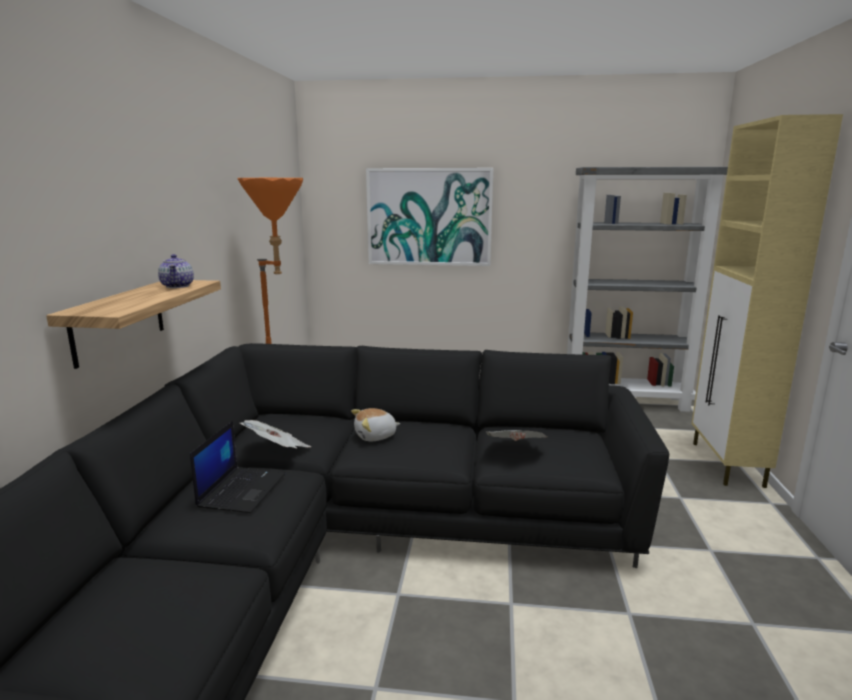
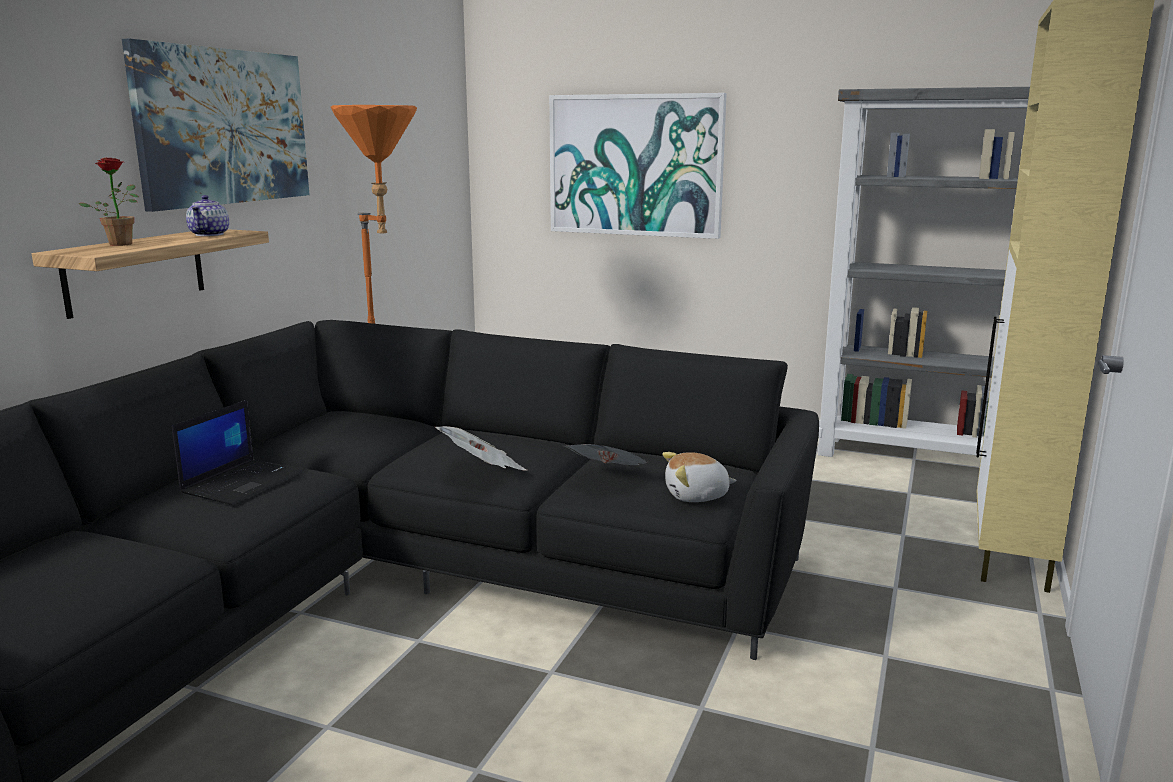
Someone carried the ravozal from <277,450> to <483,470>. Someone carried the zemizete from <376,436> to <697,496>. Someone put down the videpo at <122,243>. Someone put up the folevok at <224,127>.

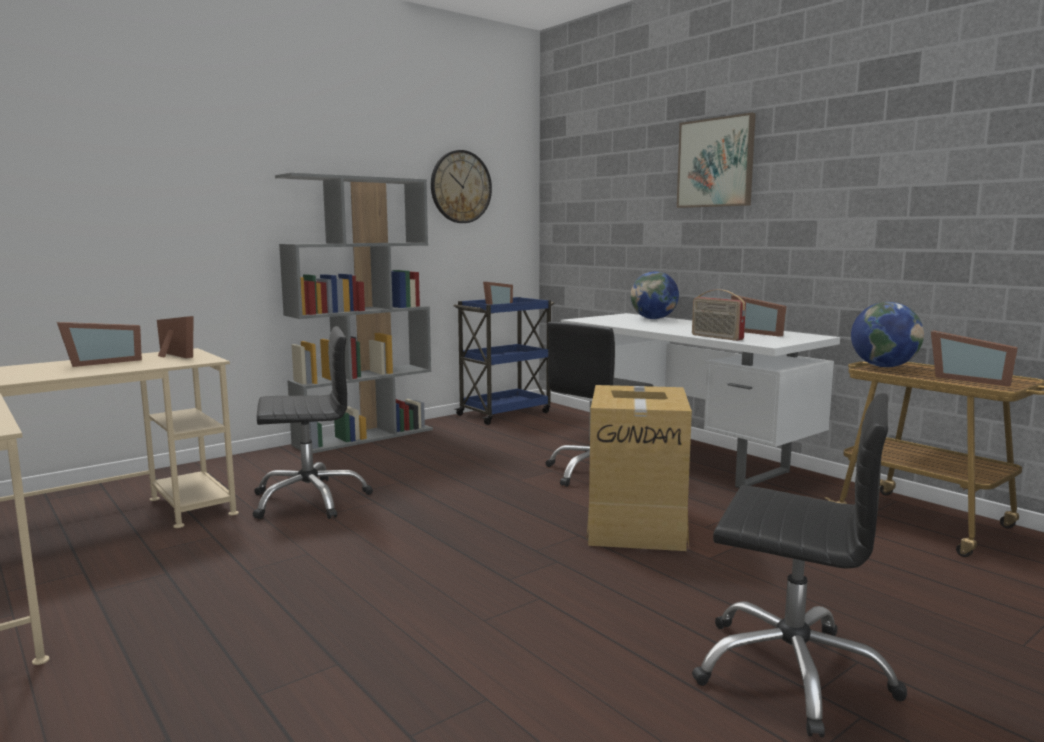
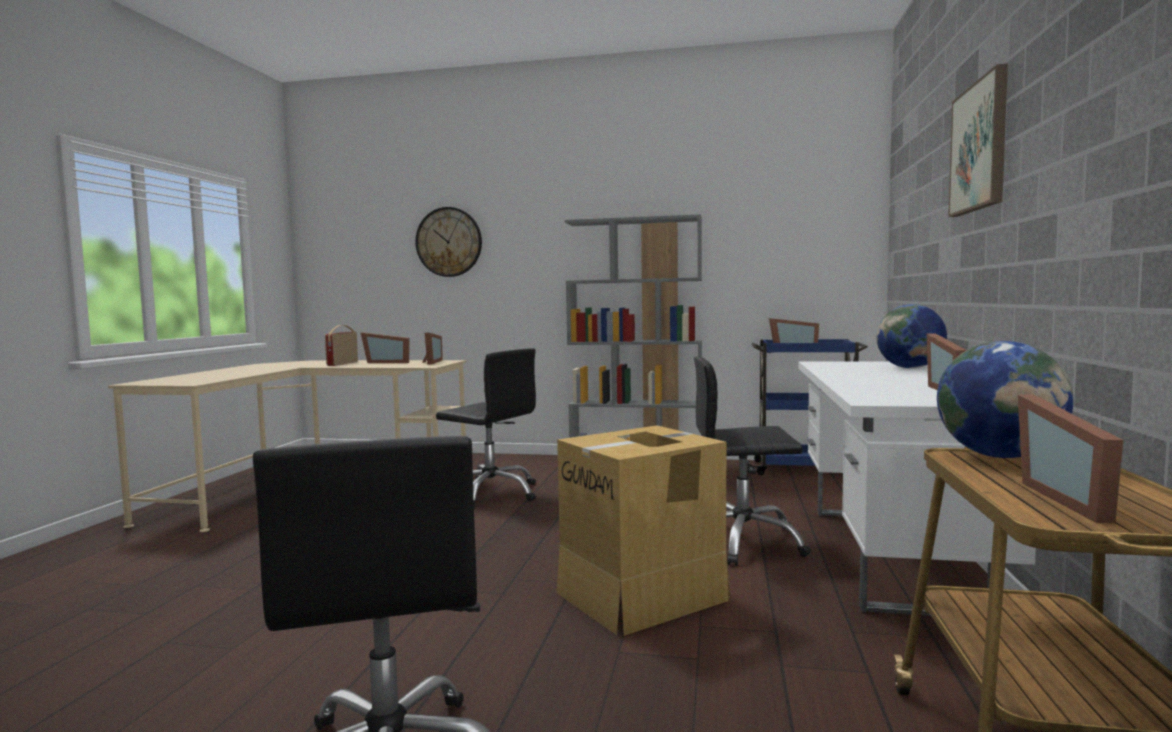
Someone carried the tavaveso from <460,187> to <449,242>. Someone carried the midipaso from <716,337> to <342,363>.

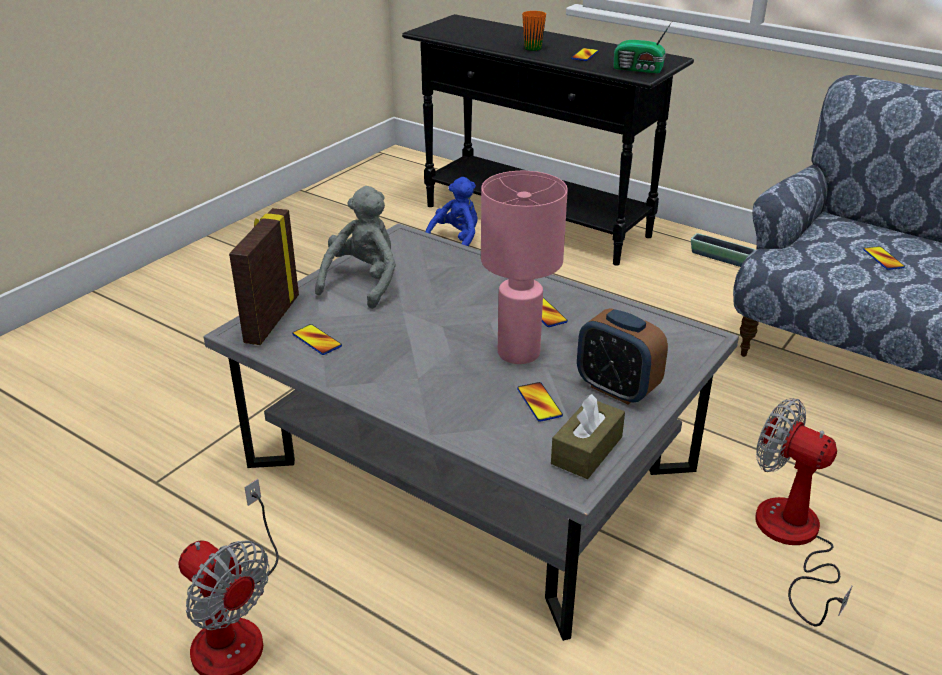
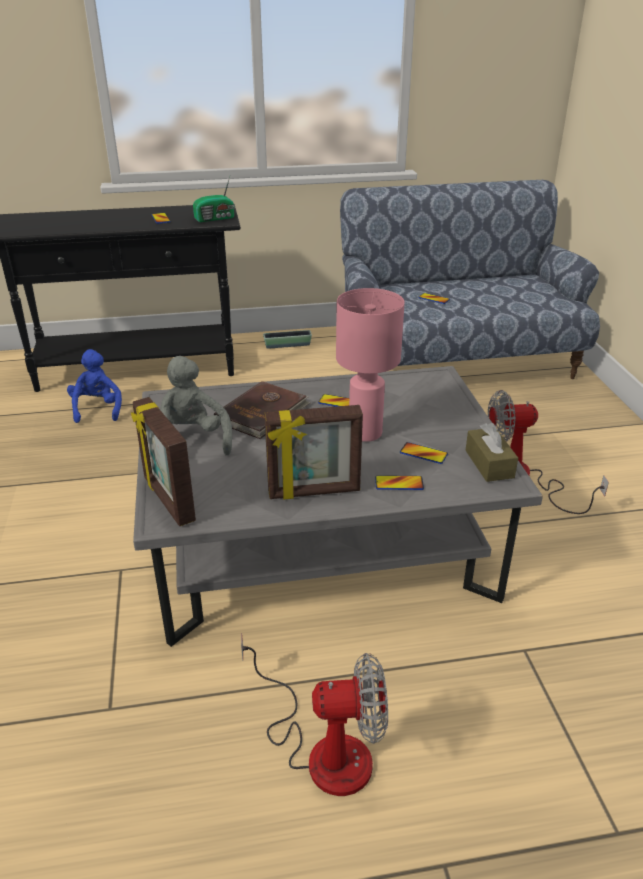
Someone carried the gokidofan from <317,340> to <399,483>. Someone took away the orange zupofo at <532,47>. Someone took away the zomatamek at <617,389>. Someone put down the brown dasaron at <263,413>. Someone put down the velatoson at <314,492>.

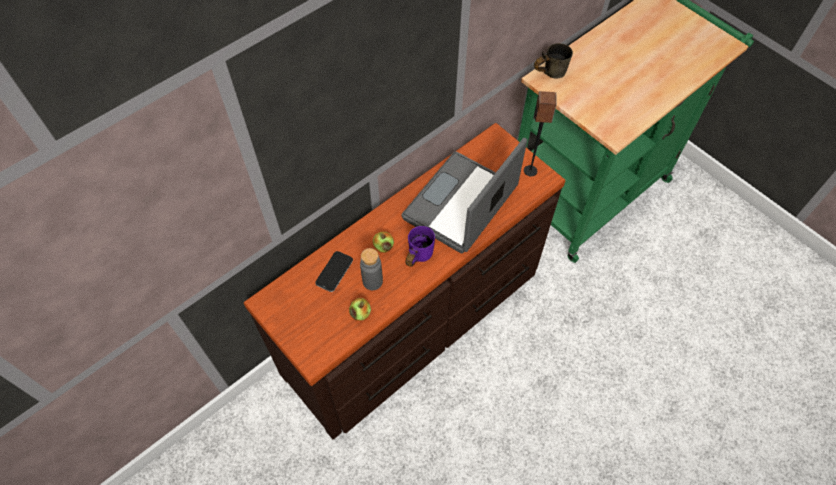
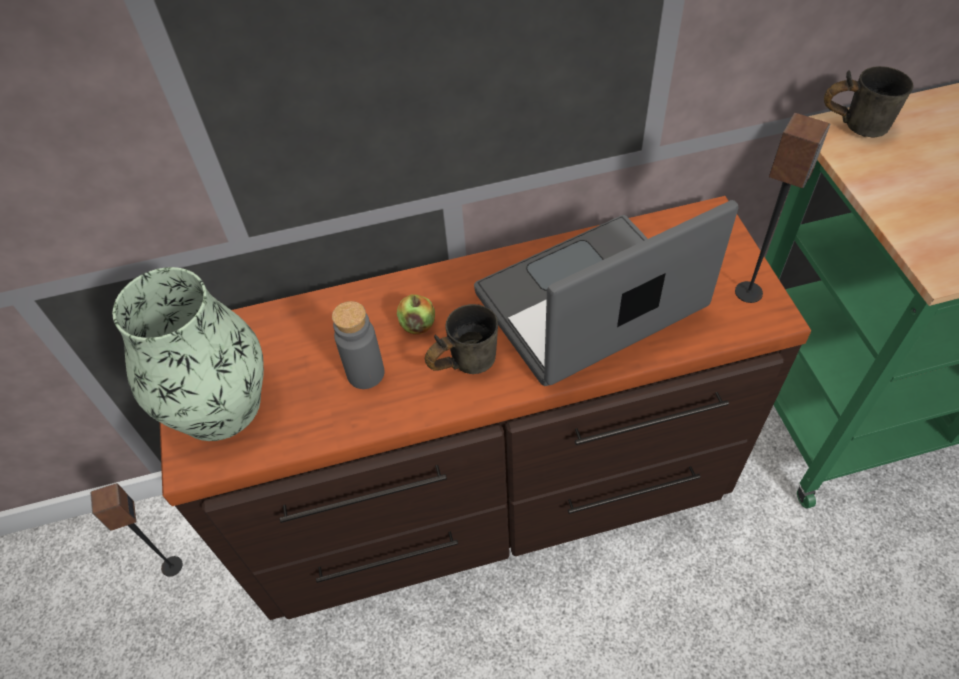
Someone took away the gokidofan at <334,272>. Someone took away the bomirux at <360,313>. Someone repainted the purple zupofo at <416,256>, which became the grey zupofo at <462,360>. Someone put down the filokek at <171,566>. Someone put down the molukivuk at <219,404>.

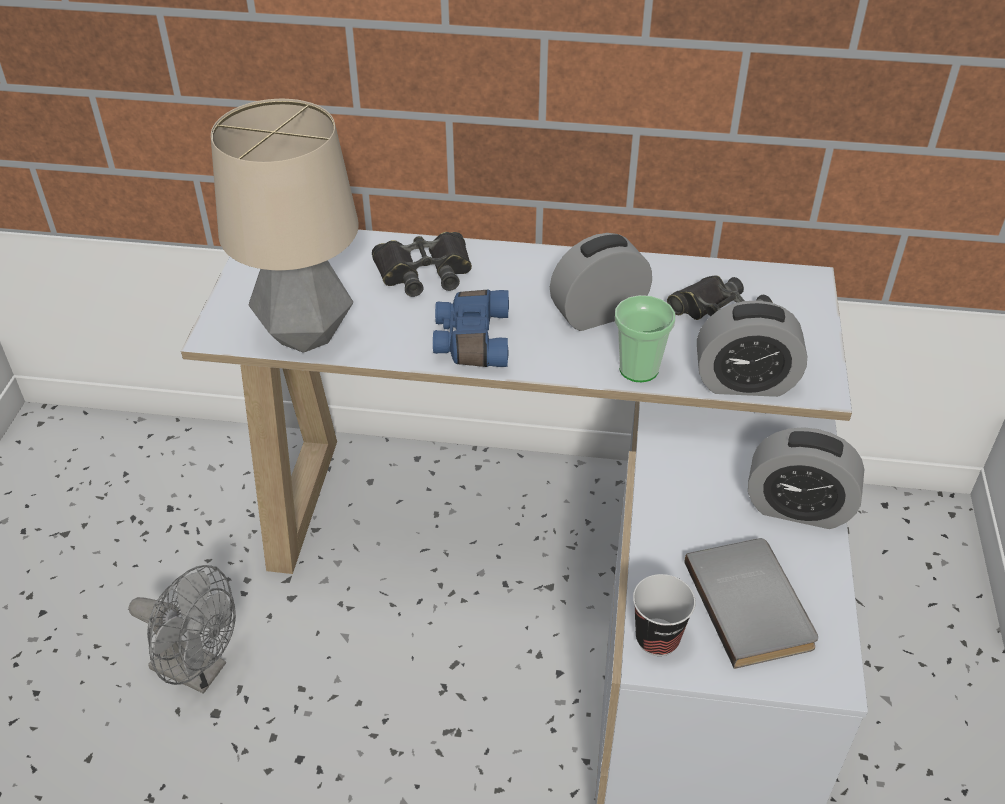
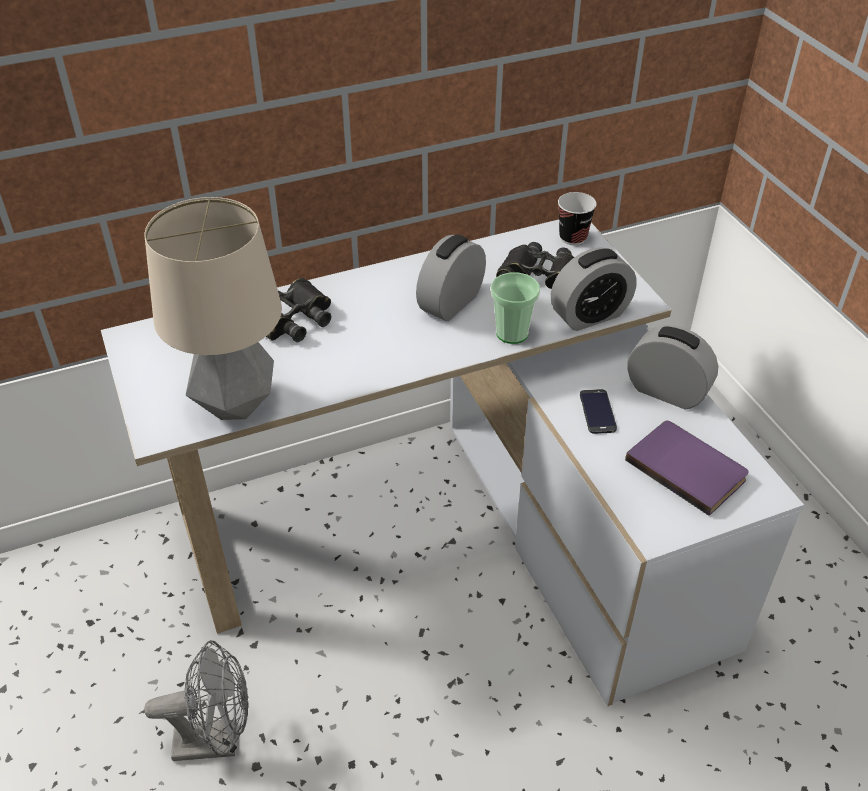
Someone took away the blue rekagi at <470,340>. Someone carried the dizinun from <657,638> to <573,238>. Someone repainted the grey dasaron at <753,604>, which became the purple dasaron at <688,468>. Someone rotated the zomatamek at <797,508> by 135 degrees counterclockwise. Someone put down the gokidofan at <597,412>.

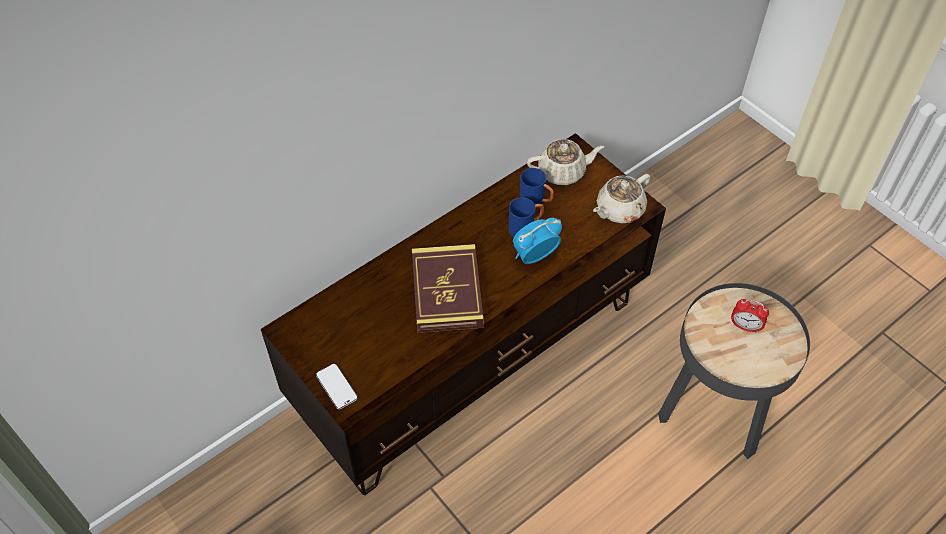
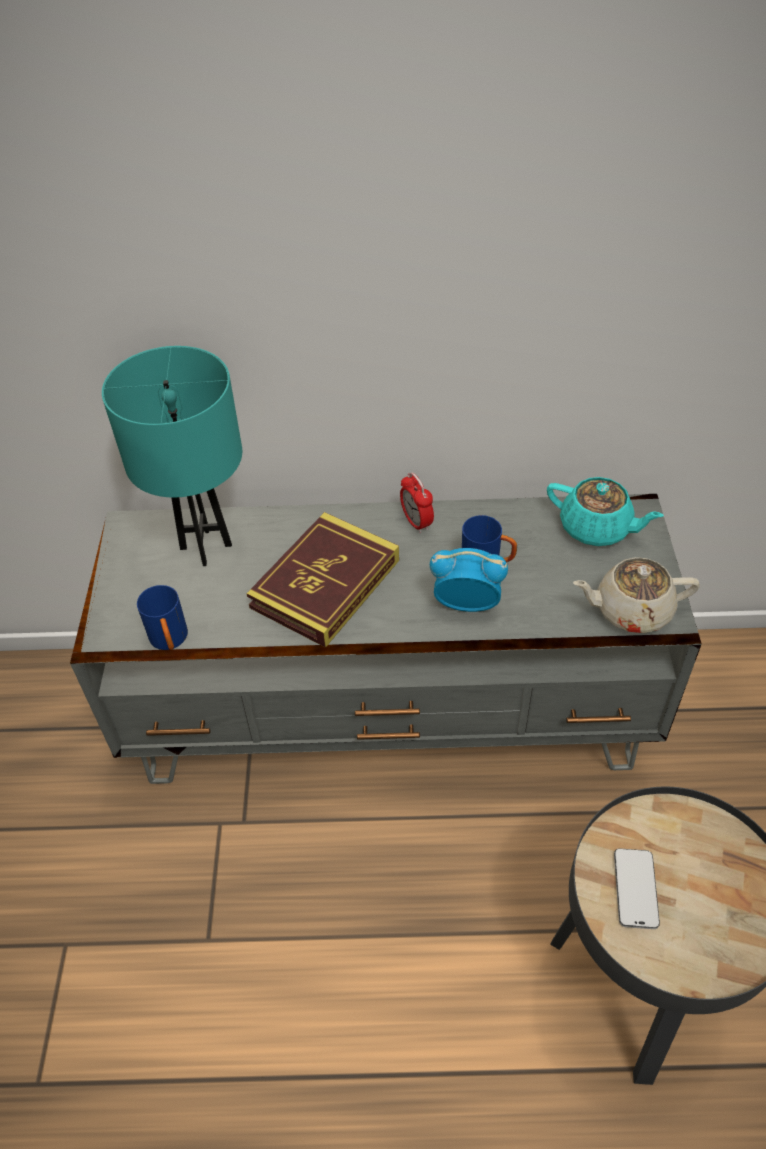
Someone repainted the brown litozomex at <473,359>, which became the grey litozomex at <390,716>. Someone carried the gokidofan from <336,387> to <635,889>. Someone carried the blue zupofo from <536,202> to <170,641>. Someone repainted the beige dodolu at <562,172>, which became the turquoise dodolu at <596,528>. Someone carried the zomatamek from <745,326> to <416,522>. Someone put down the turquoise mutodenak at <205,547>.

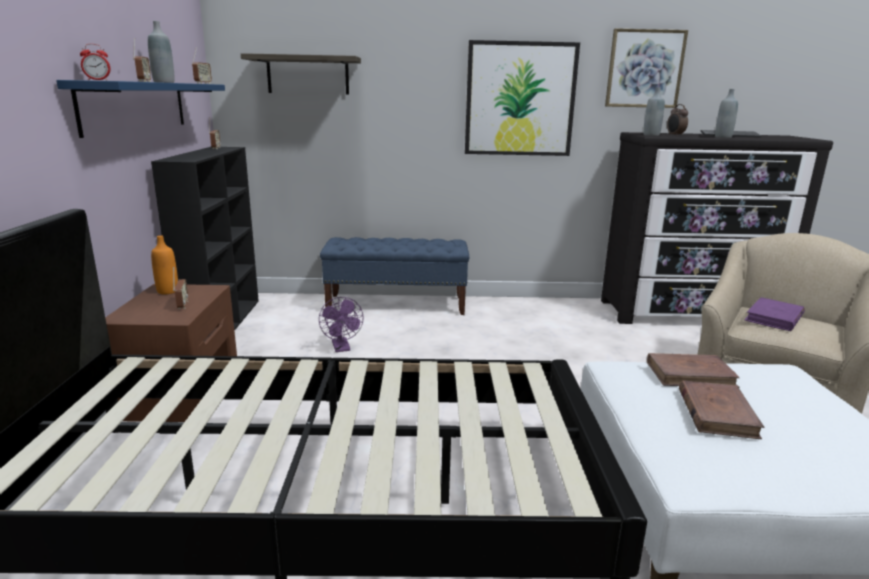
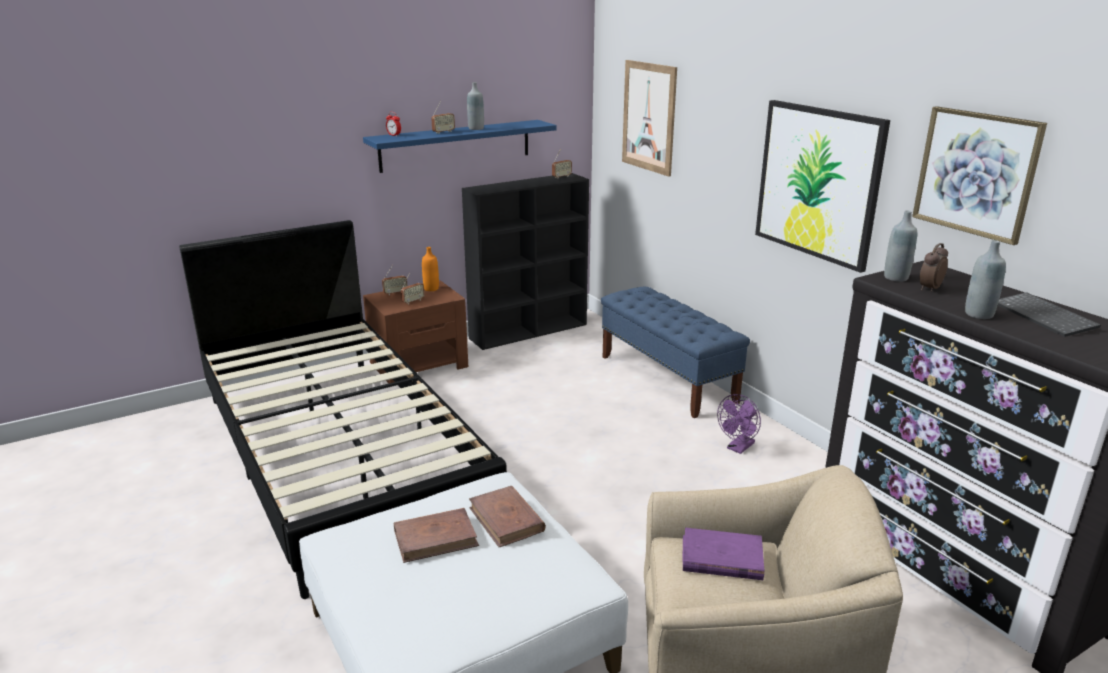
Someone carried the midipaso from <203,83> to <395,293>. Someone swapped the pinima at <308,75> for the folevok at <649,117>. Someone carried the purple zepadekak from <342,348> to <738,448>.

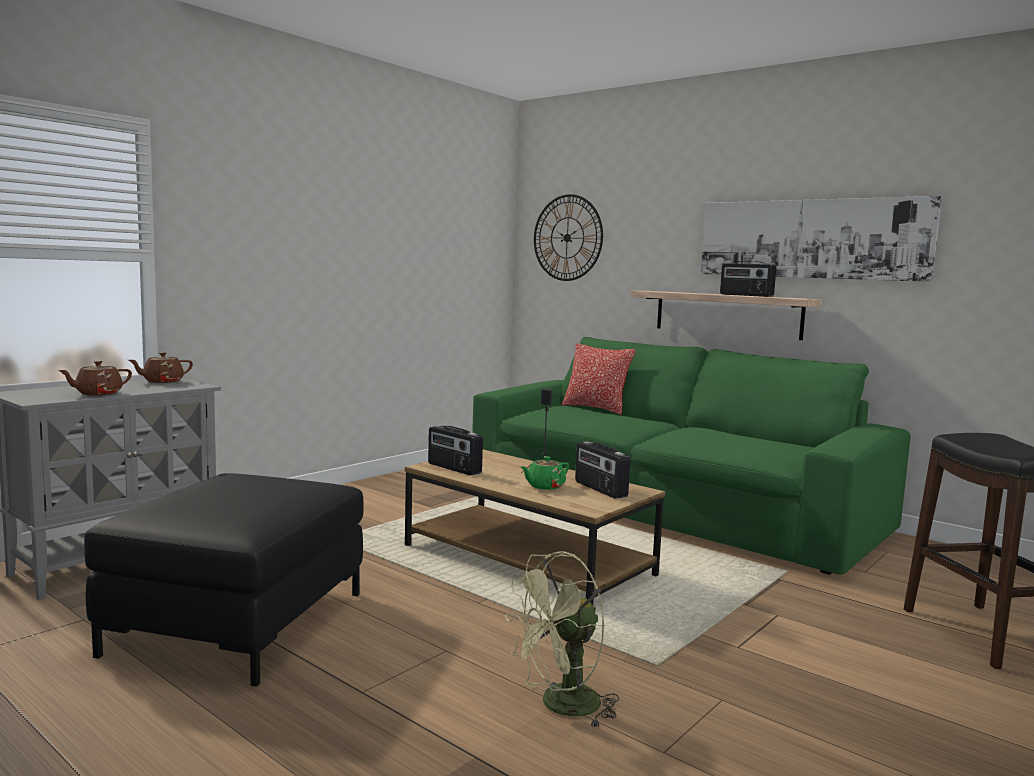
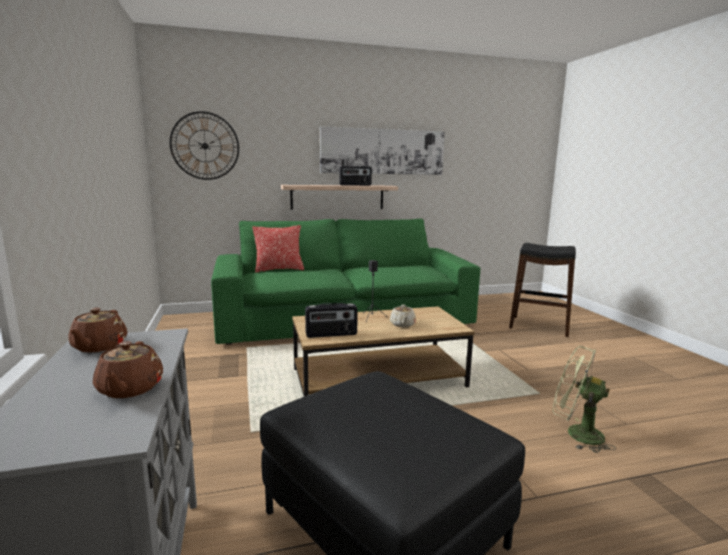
Someone rotated the green zepadekak at <561,707> by 120 degrees clockwise. Someone repainted the green dodolu at <544,486>, which became the beige dodolu at <402,325>. Someone took away the midipaso at <599,489>.

